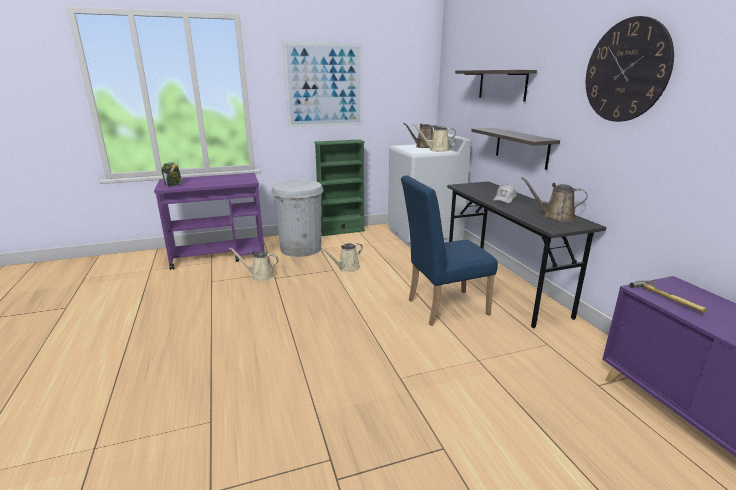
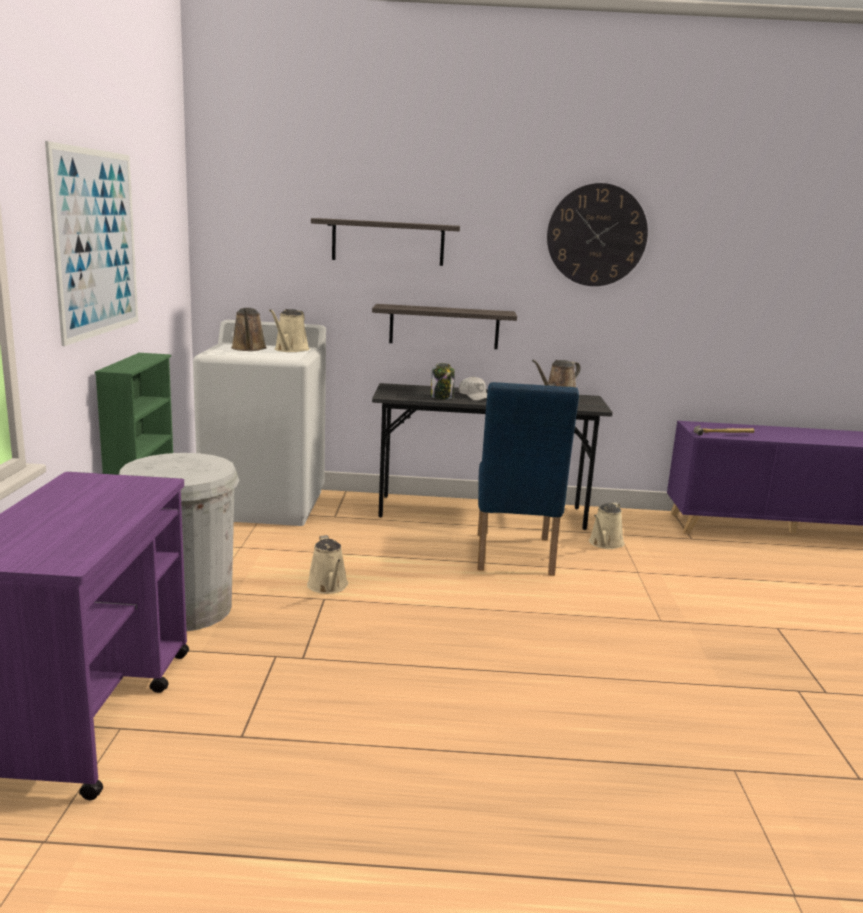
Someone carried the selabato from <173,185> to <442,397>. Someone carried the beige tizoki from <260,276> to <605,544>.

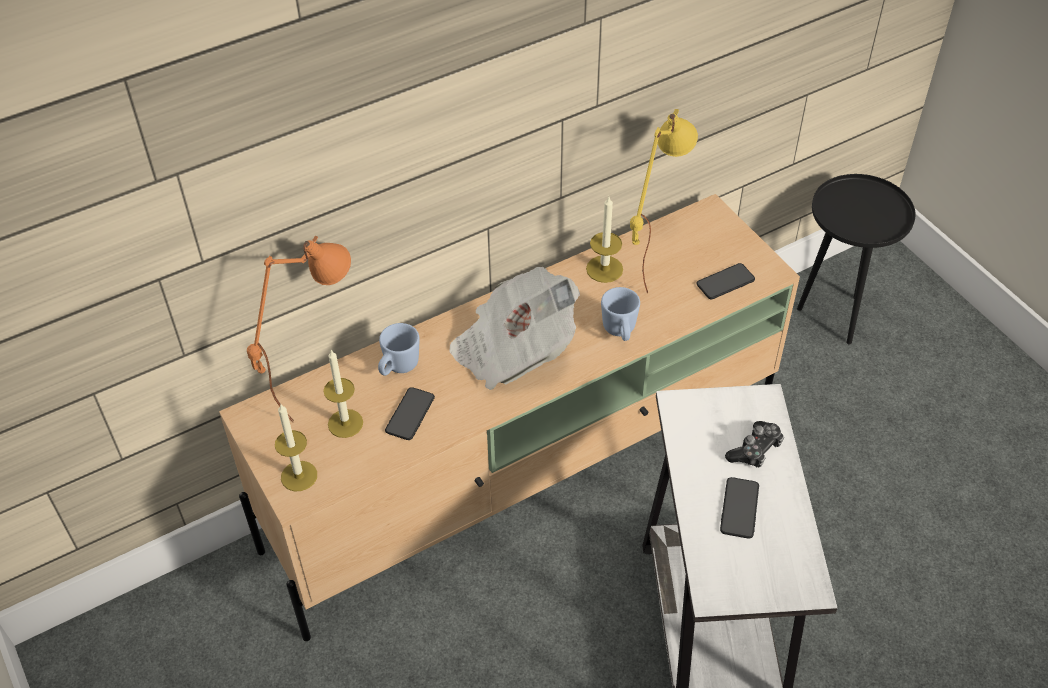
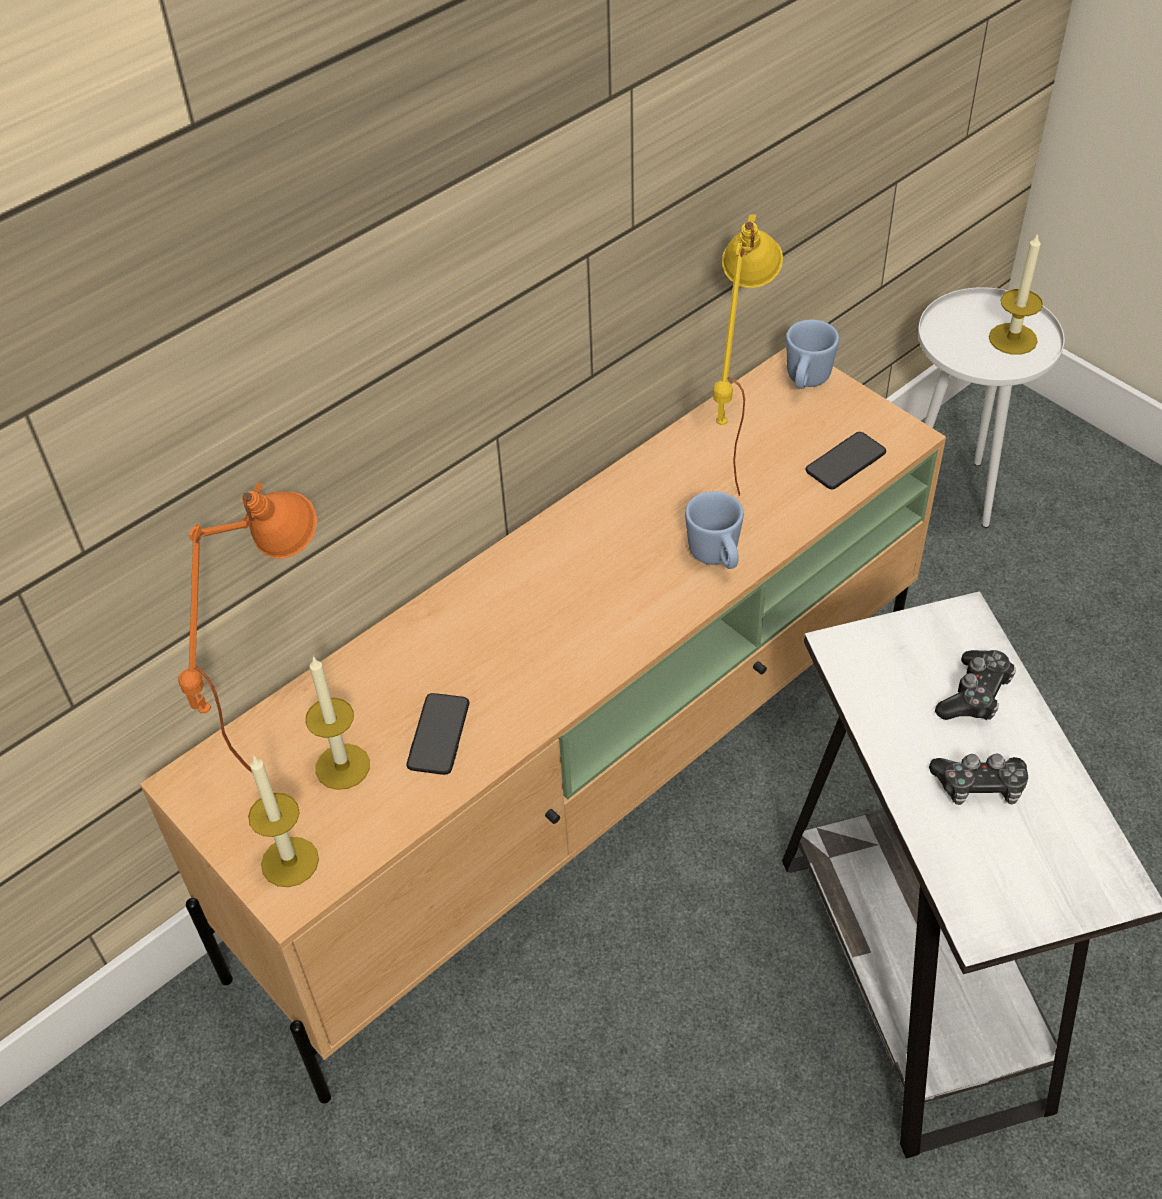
Someone carried the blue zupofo from <398,367> to <806,381>. Someone took away the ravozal at <513,349>. Someone carried the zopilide from <604,269> to <1013,339>. Someone swapped the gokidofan at <739,508> for the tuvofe at <979,786>. Someone repainted the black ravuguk at <834,316>, which became the white ravuguk at <956,492>.

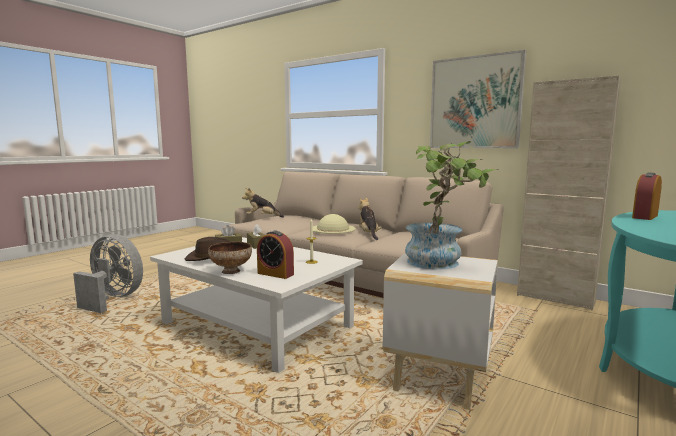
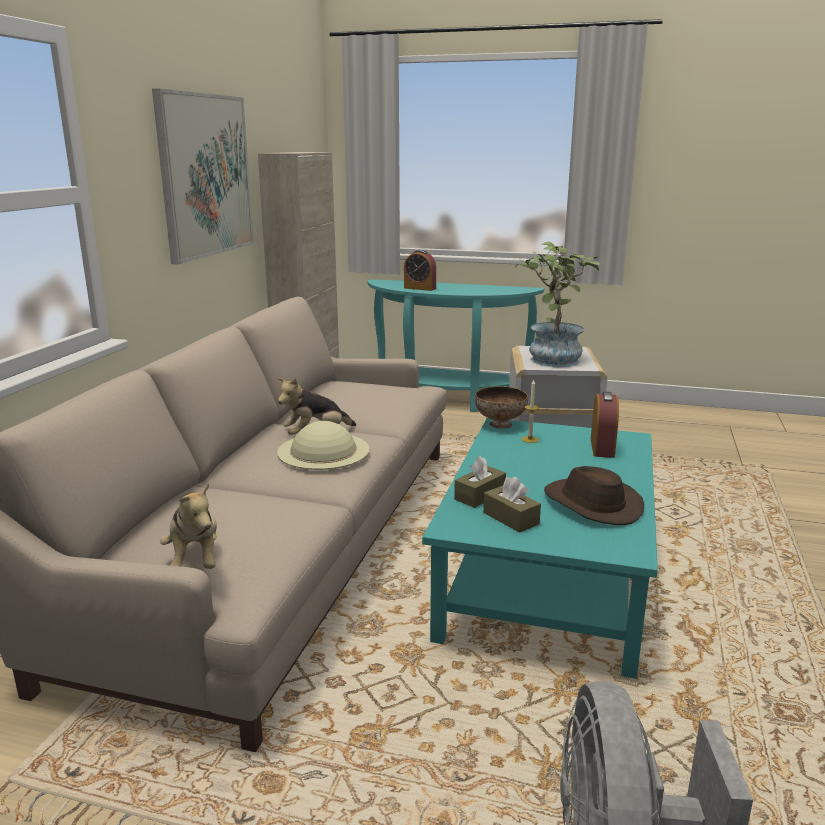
Someone repainted the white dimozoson at <257,324>, which became the turquoise dimozoson at <545,578>. Someone carried the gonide from <231,271> to <499,424>.

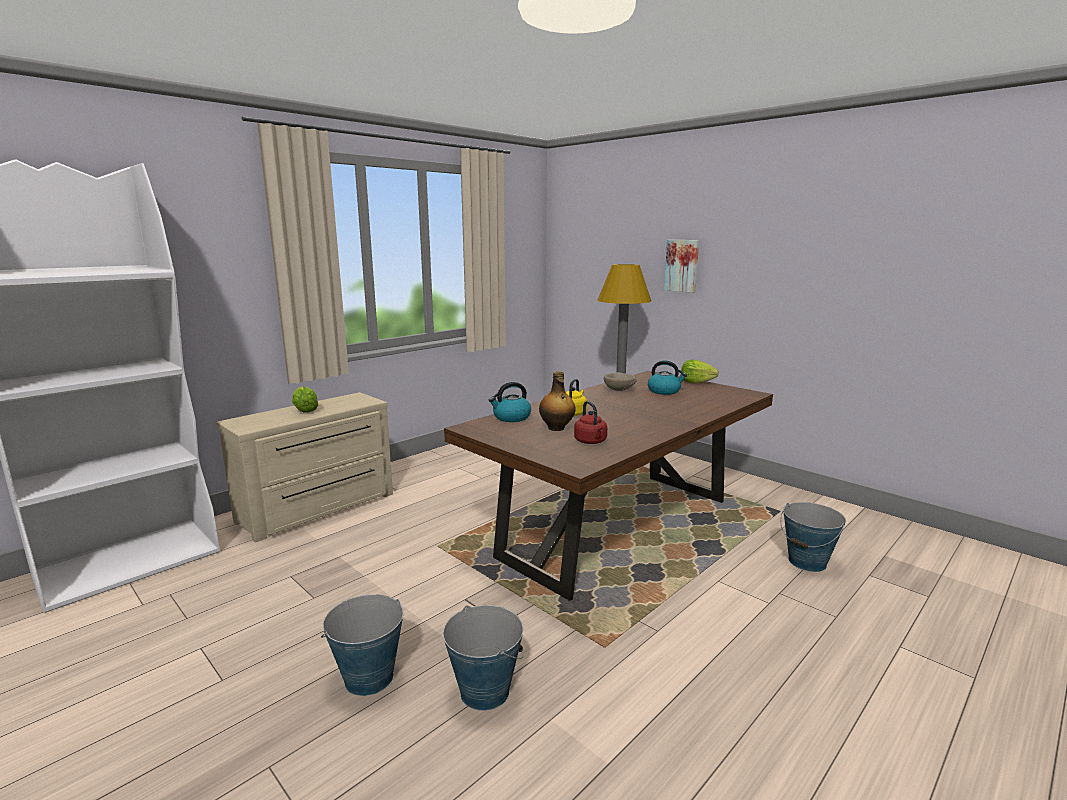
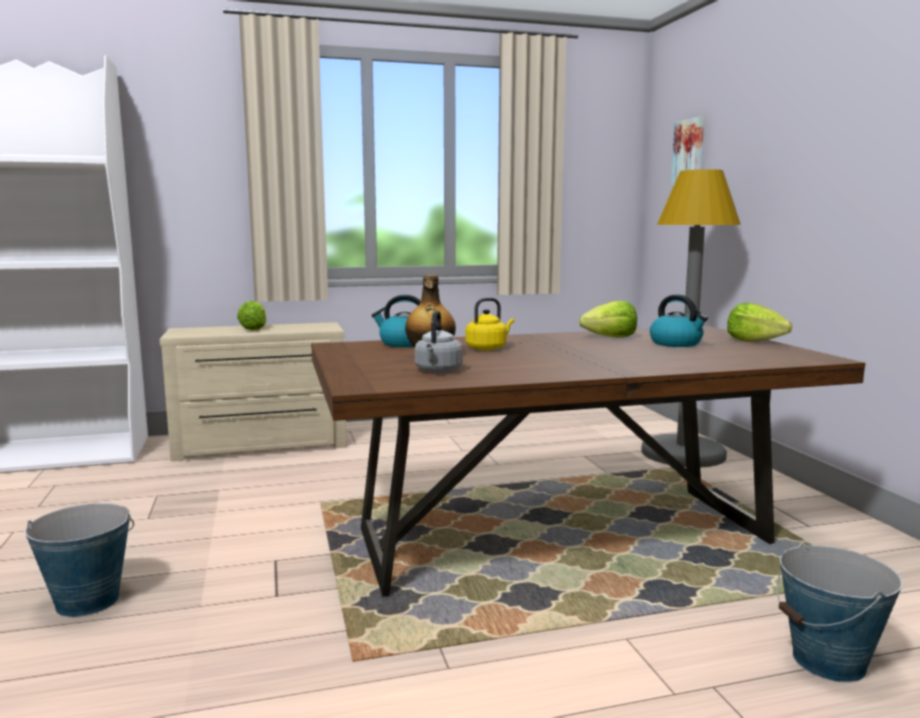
Someone took away the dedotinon at <484,691>. Someone repainted the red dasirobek at <591,442>, which became the grey dasirobek at <438,371>. Someone swapped the beige gonide at <620,390> for the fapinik at <611,337>. Someone carried the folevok from <682,265> to <689,153>.

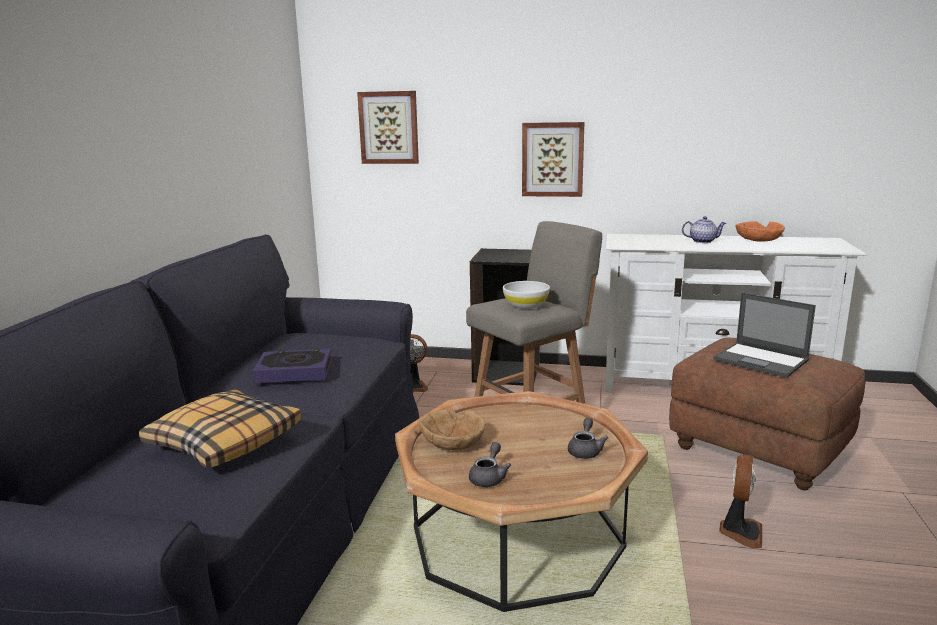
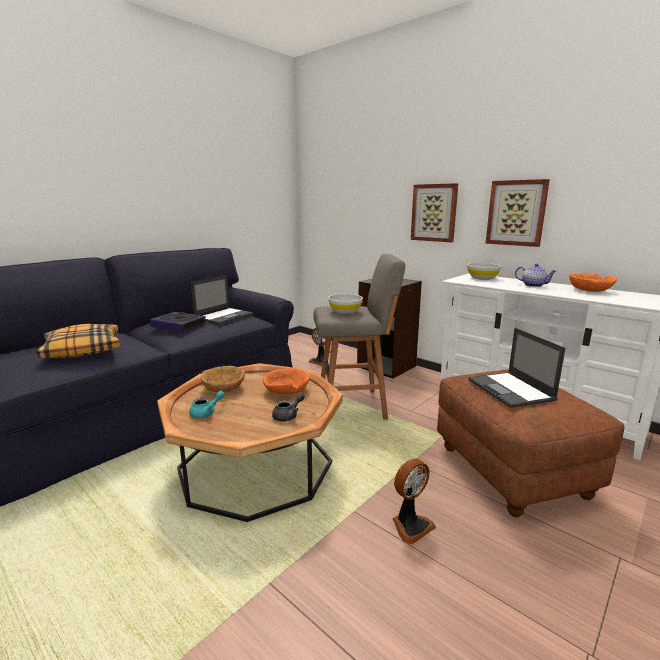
Someone carried the folevok from <389,127> to <516,213>. Someone repainted the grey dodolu at <489,477>, which became the turquoise dodolu at <206,413>. Someone put down the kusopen at <224,316>. Someone put down the orange gonide at <286,391>. Someone put down the white gonide at <482,278>.

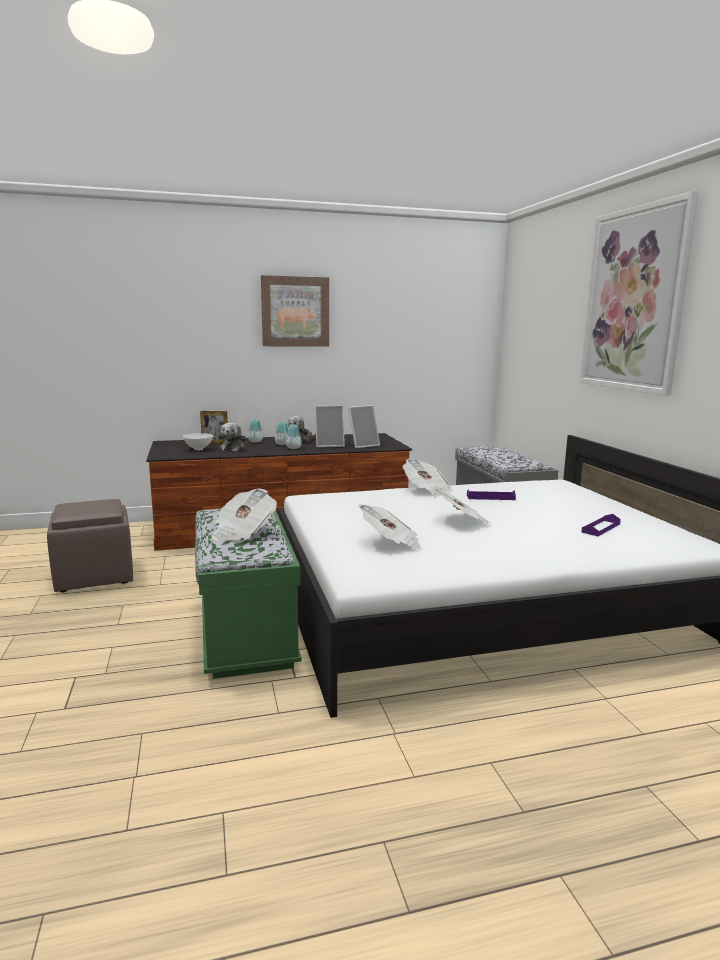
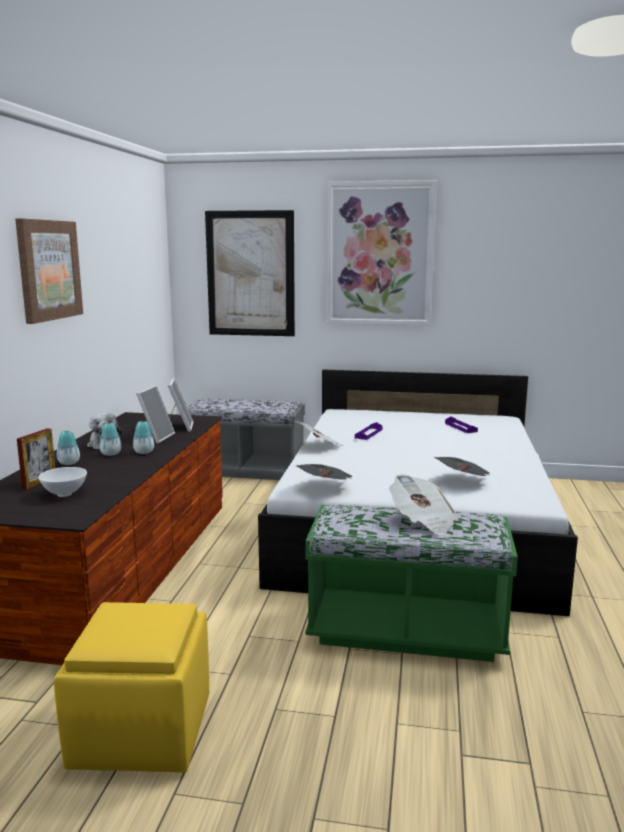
Someone repainted the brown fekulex at <95,575>, which became the yellow fekulex at <141,731>. Someone took away the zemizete at <233,448>. Someone carried the ravozal from <461,520> to <325,487>. Someone put up the folevok at <250,274>.

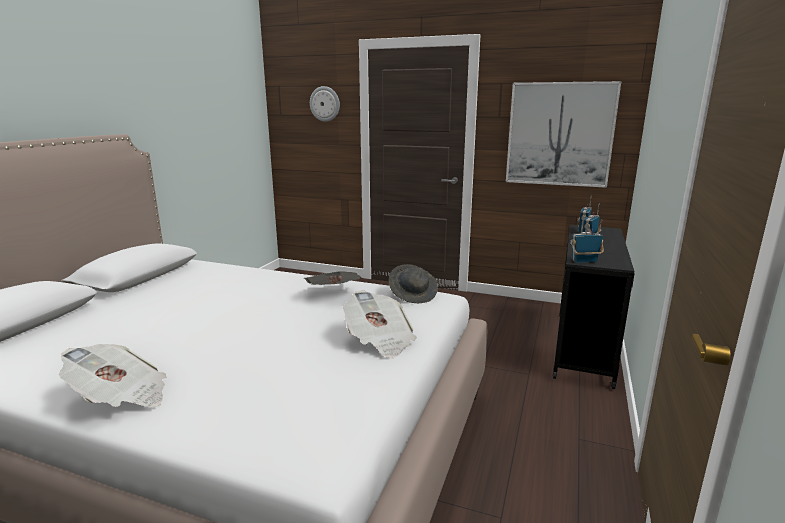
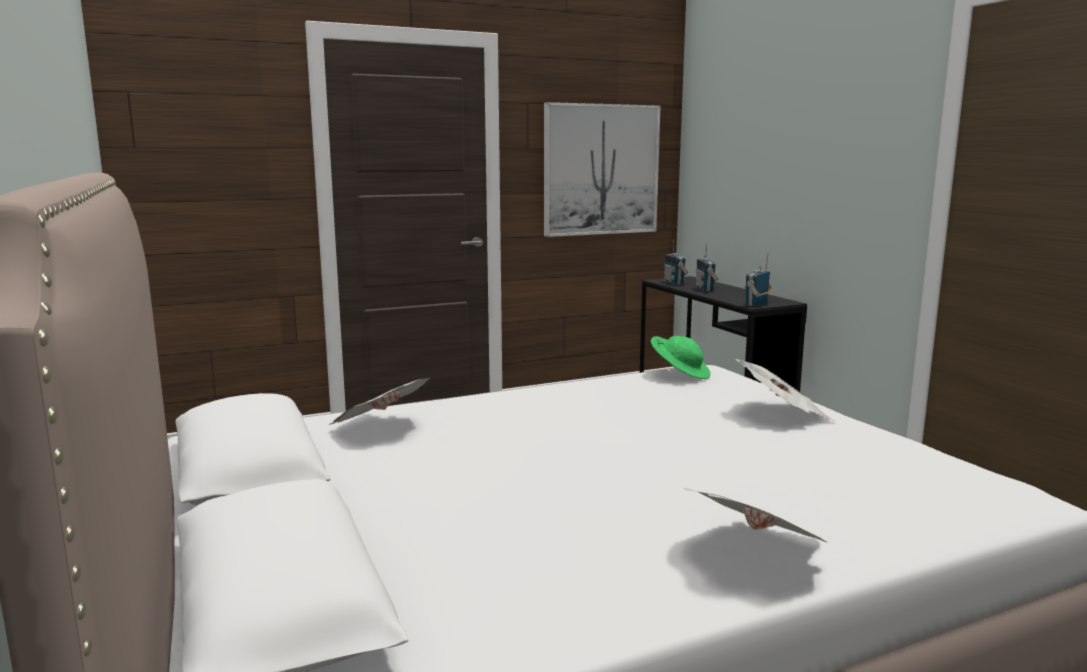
Someone carried the ravozal from <333,293> to <380,427>. Someone took away the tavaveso at <325,104>. Someone repainted the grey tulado at <413,295>, which became the green tulado at <680,373>.

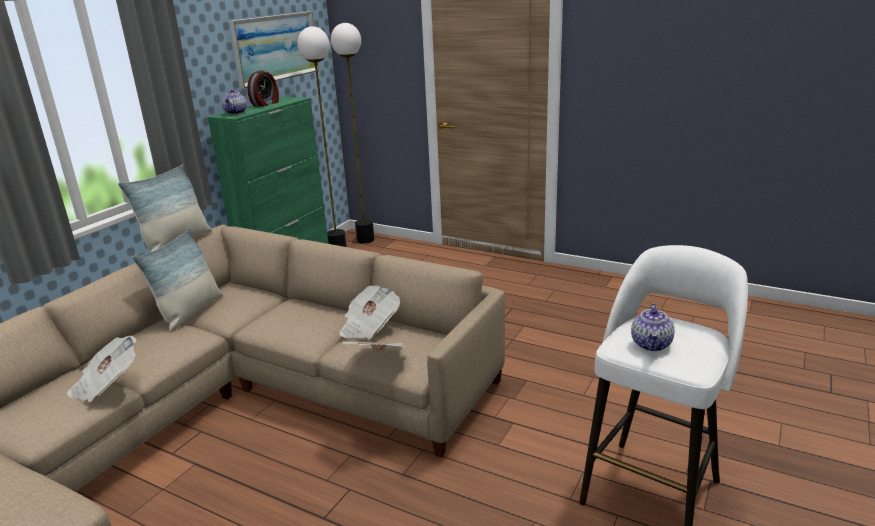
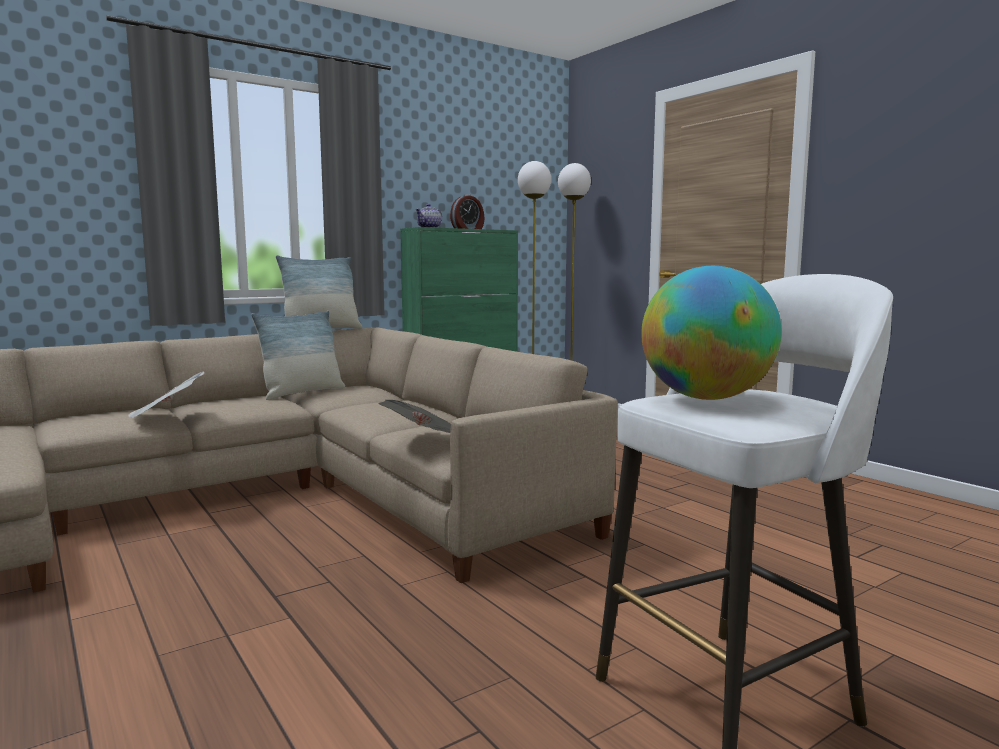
Someone took away the folevok at <276,47>. Someone took away the ravozal at <369,326>. Someone swapped the dodolu at <651,344> for the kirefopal at <706,398>.

